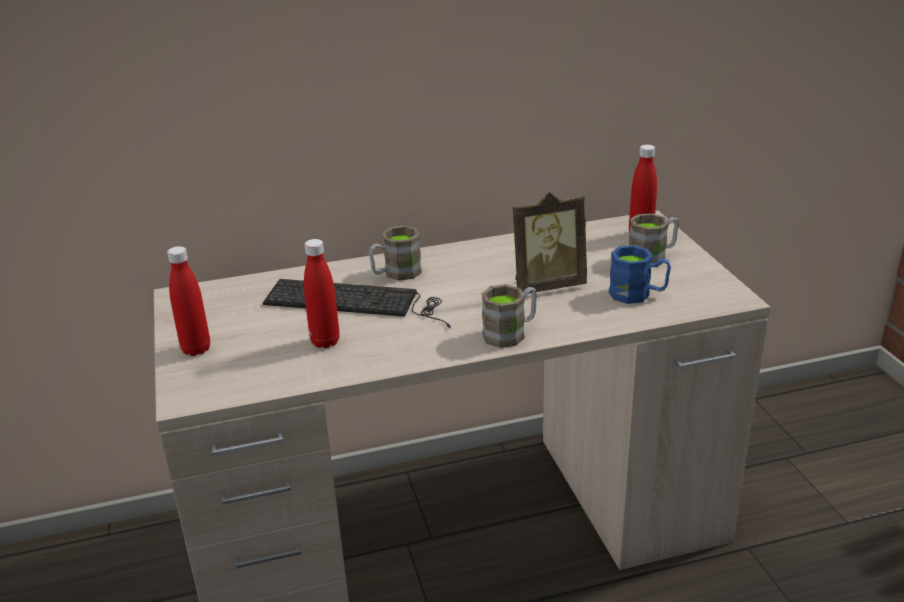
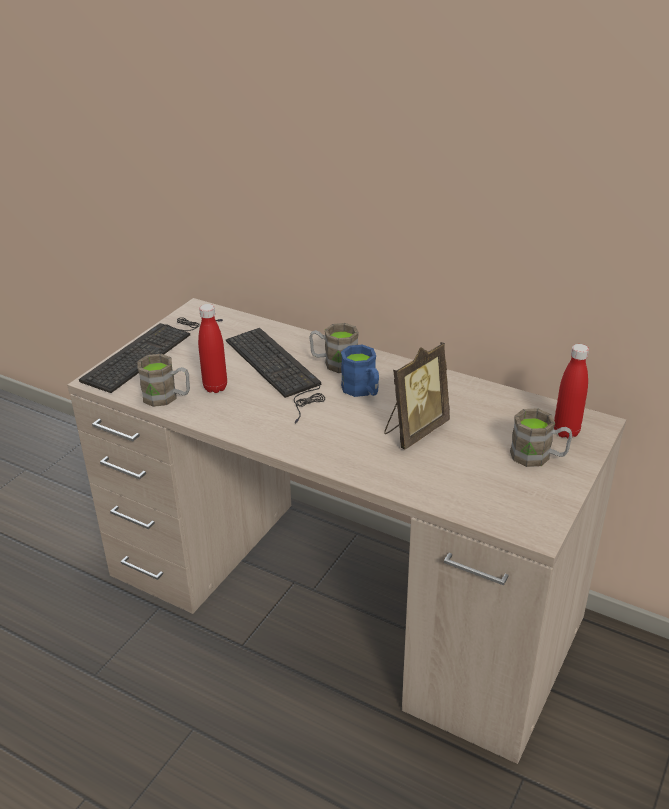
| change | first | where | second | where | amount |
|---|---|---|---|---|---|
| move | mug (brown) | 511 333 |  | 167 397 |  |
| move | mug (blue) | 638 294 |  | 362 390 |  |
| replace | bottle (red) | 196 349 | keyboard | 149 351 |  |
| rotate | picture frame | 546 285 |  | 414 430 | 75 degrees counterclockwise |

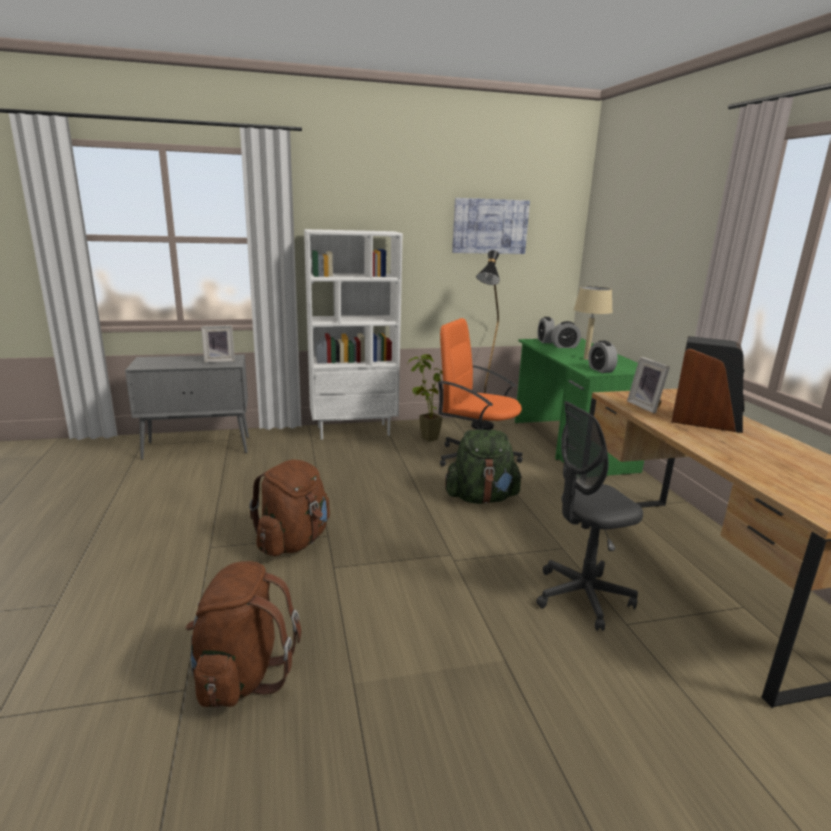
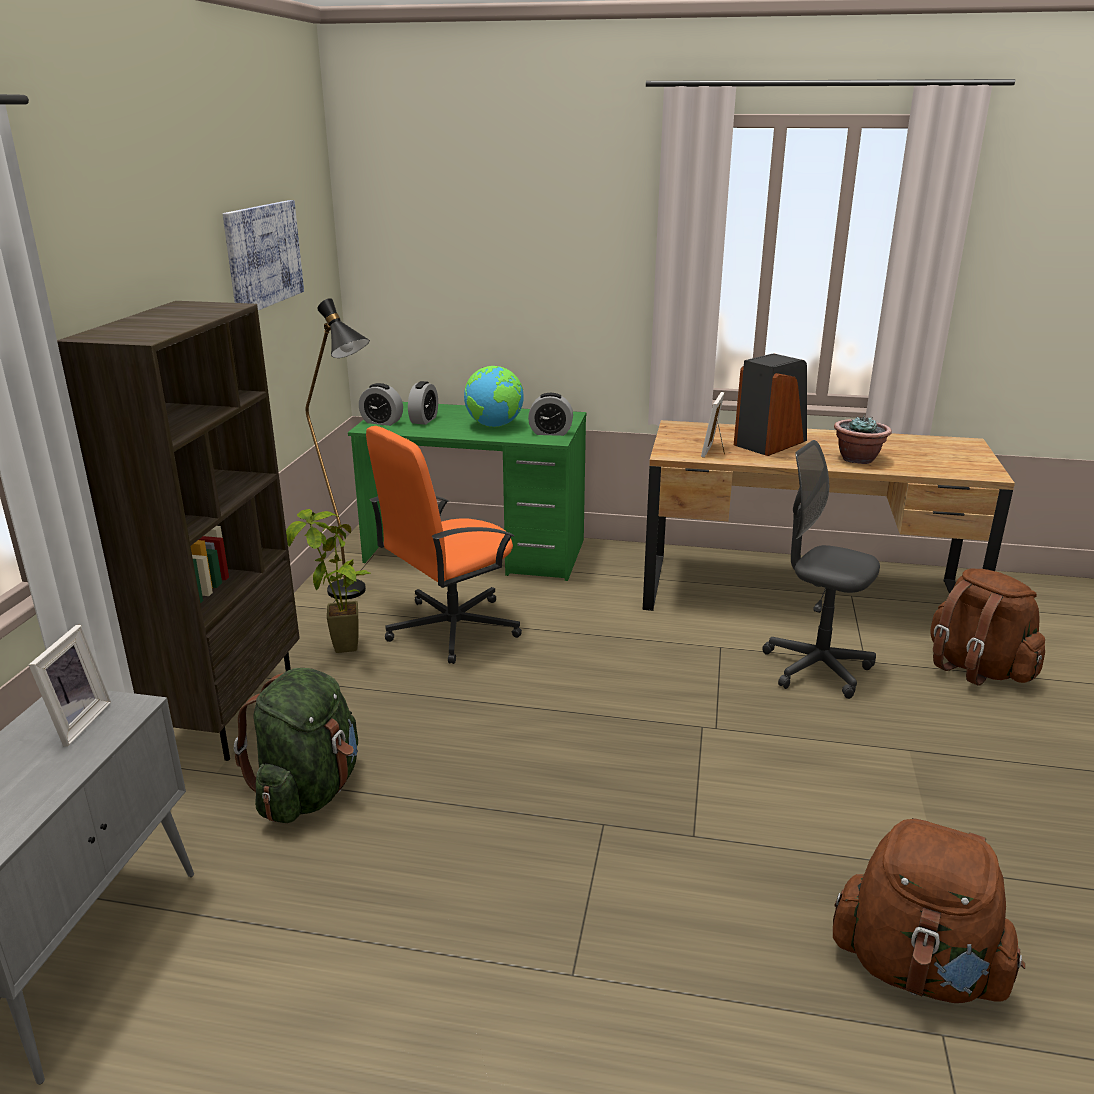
| change | first | where | second | where | amount |
|---|---|---|---|---|---|
| insert |  |  | potted plant | 857 459 |  |
| move | backpack (brown) | 293 542 |  | 977 668 |  |
| move | backpack (green) | 481 498 |  | 309 791 |  |
| replace | table lamp (beige) | 586 359 | globe | 495 426 |  |
| recolor | bookcase (white) | 354 431 | bookcase (brown) | 230 713 |  |
| rotate | office chair (grey) | 582 597 |  | 816 668 | 120 degrees clockwise |
| rotate | picture frame | 646 406 |  | 715 451 | 105 degrees clockwise |

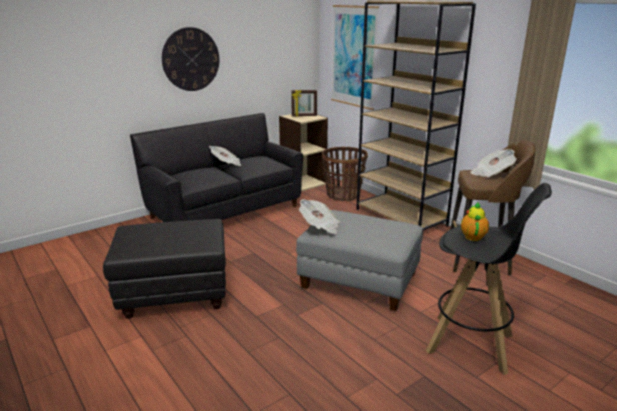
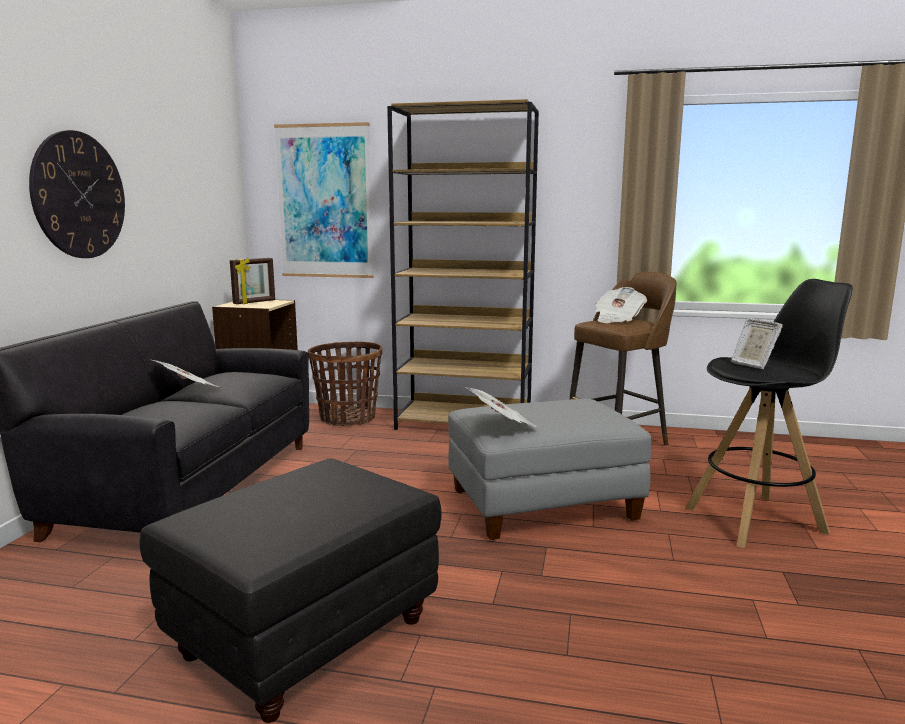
| change | first | where | second | where | amount |
|---|---|---|---|---|---|
| replace | teapot | 472 236 | picture frame | 752 365 |  |

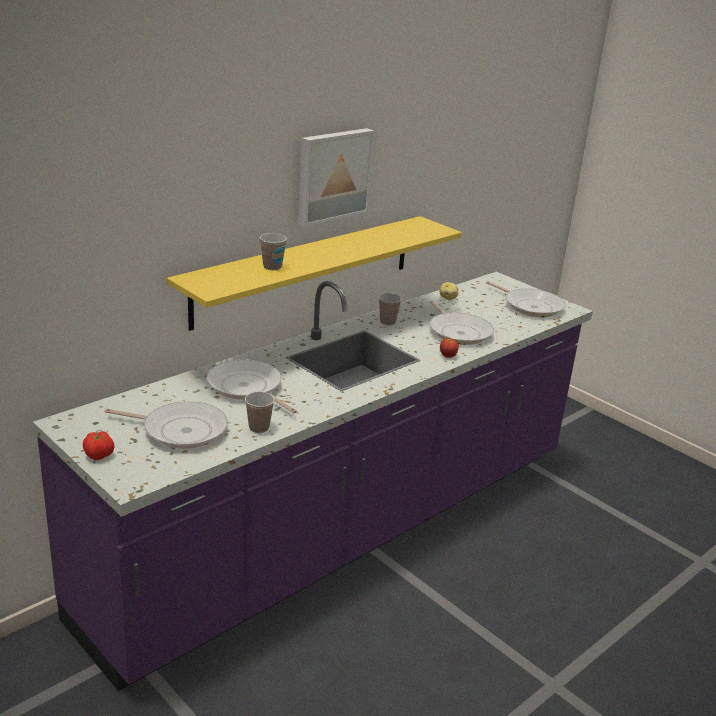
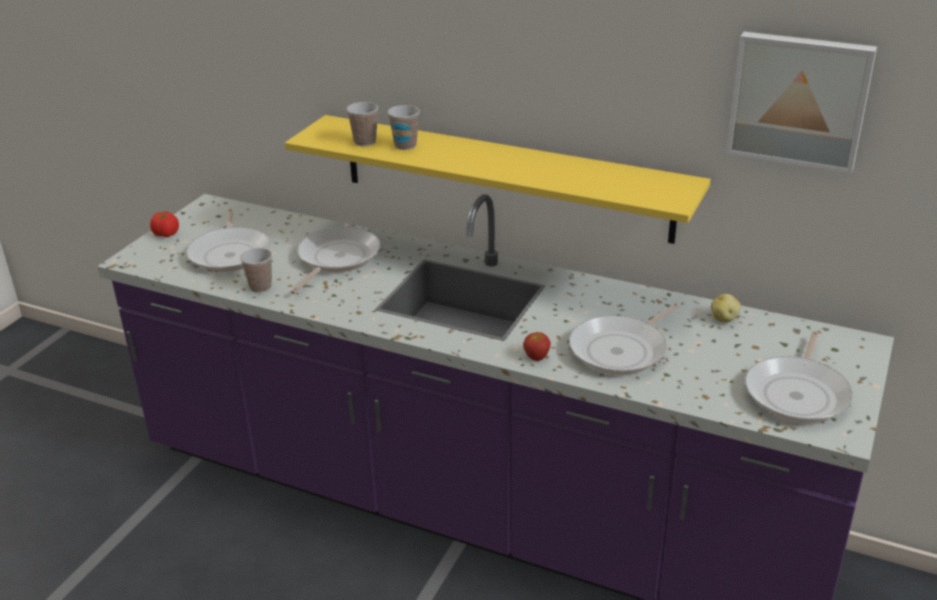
| change | first | where | second | where | amount |
|---|---|---|---|---|---|
| move | picture | 332 175 |  | 799 100 |  |
| move | cup | 387 322 |  | 365 142 |  |

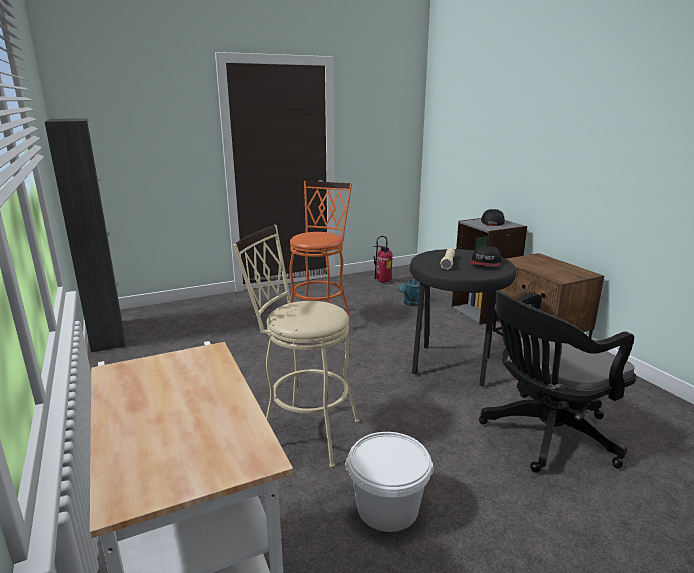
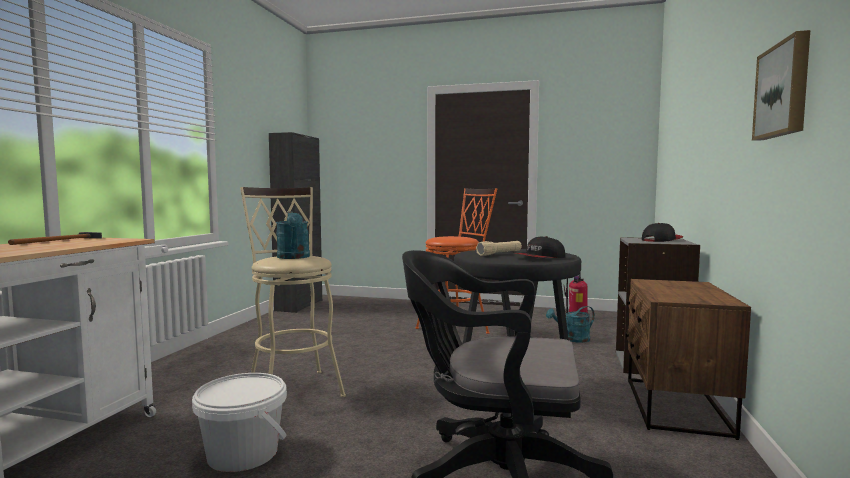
| change | first | where | second | where | amount |
|---|---|---|---|---|---|
| insert |  |  | hammer | 60 240 |  |
| insert |  |  | watering can (turquoise) | 294 257 |  |
| insert |  |  | picture | 784 90 |  |

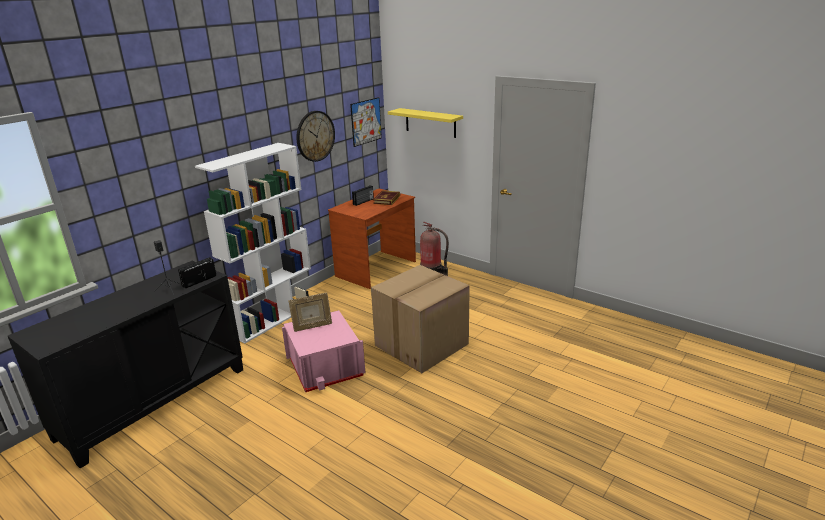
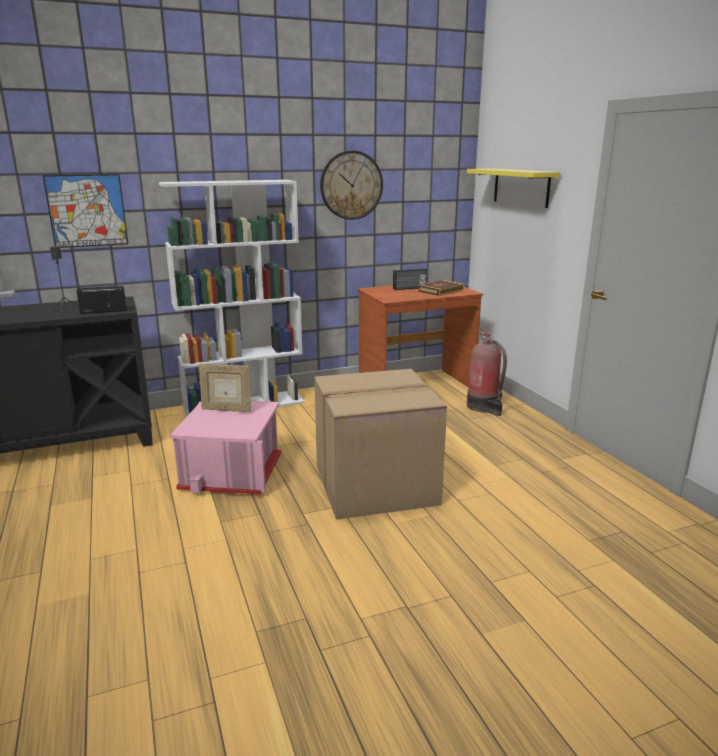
| change | first | where | second | where | amount |
|---|---|---|---|---|---|
| move | picture | 366 121 |  | 87 211 |  |

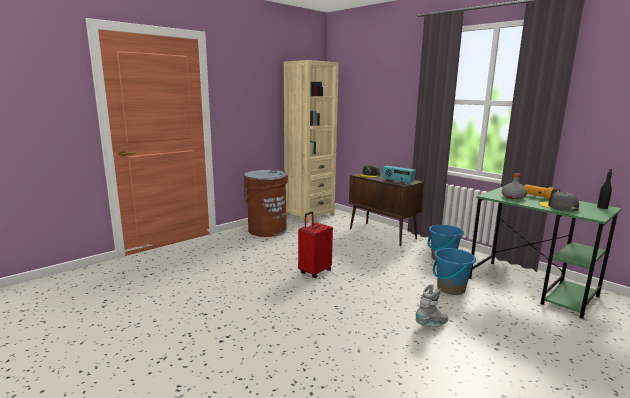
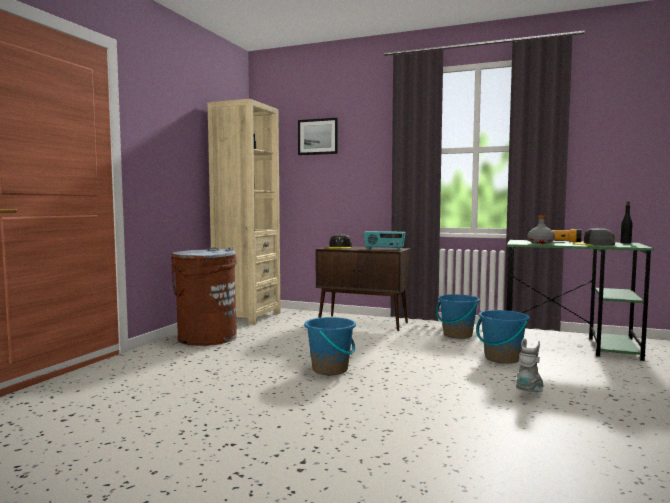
| change | first | where | second | where | amount |
|---|---|---|---|---|---|
| insert |  |  | picture | 318 136 |  |
| replace | suitcase (red) | 314 272 | bucket (blue) | 330 369 |  |

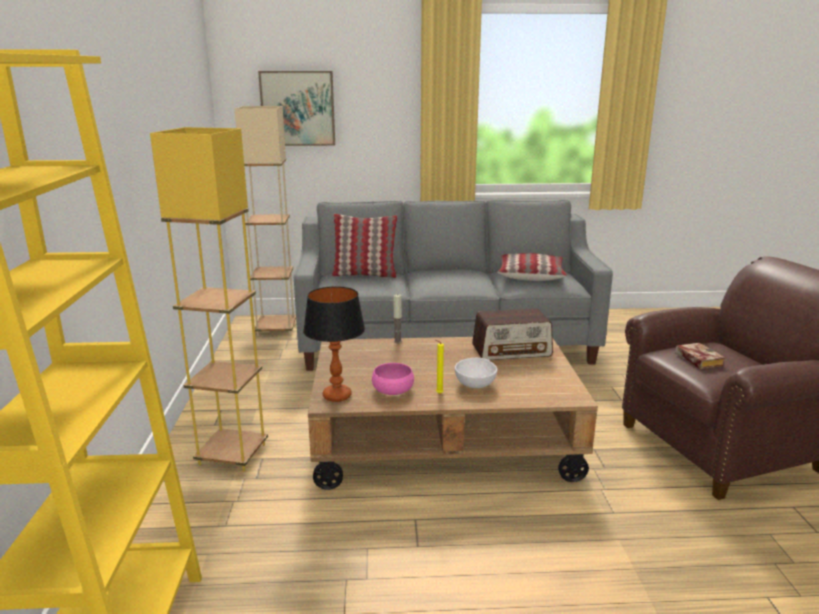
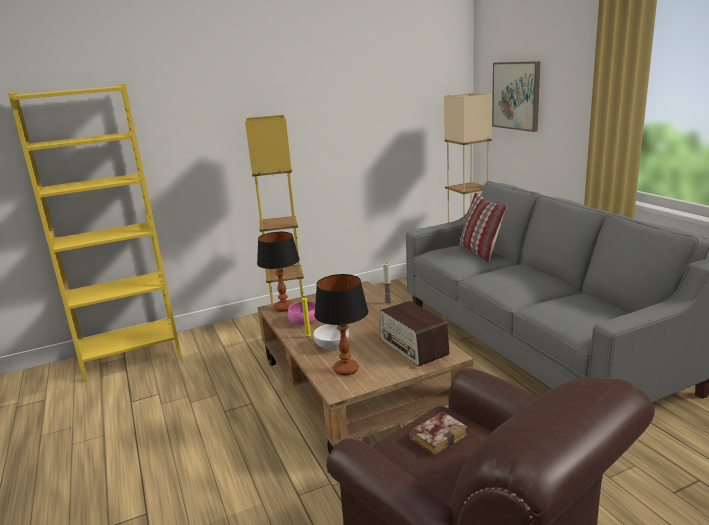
| change | first | where | second | where | amount |
|---|---|---|---|---|---|
| delete | pillow | 530 275 |  |  |  |
| insert |  |  | table lamp | 346 370 |  |

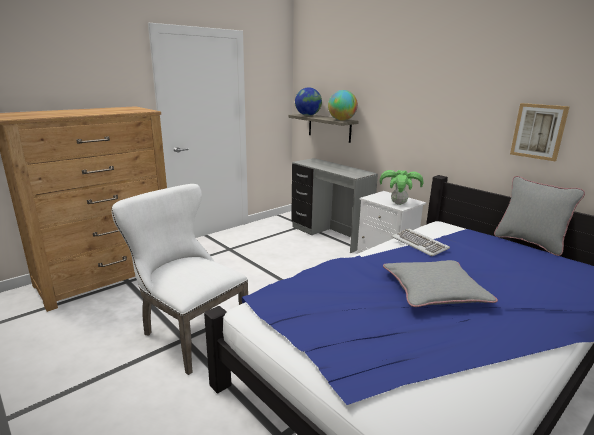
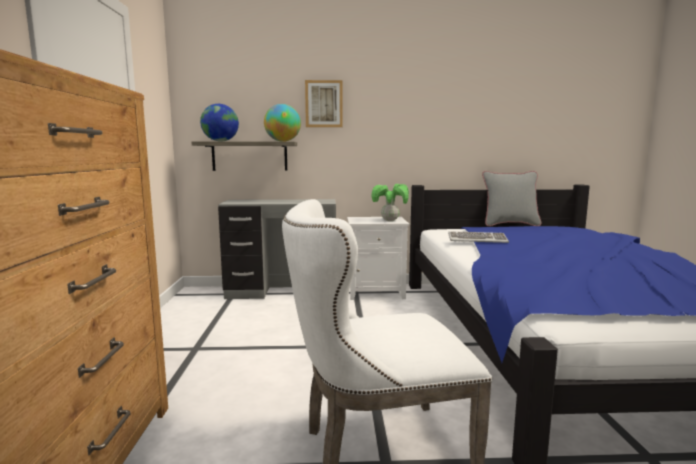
| change | first | where | second | where | amount |
|---|---|---|---|---|---|
| delete | pillow (grey) | 434 290 |  |  |  |
| move | picture | 538 131 |  | 324 104 |  |

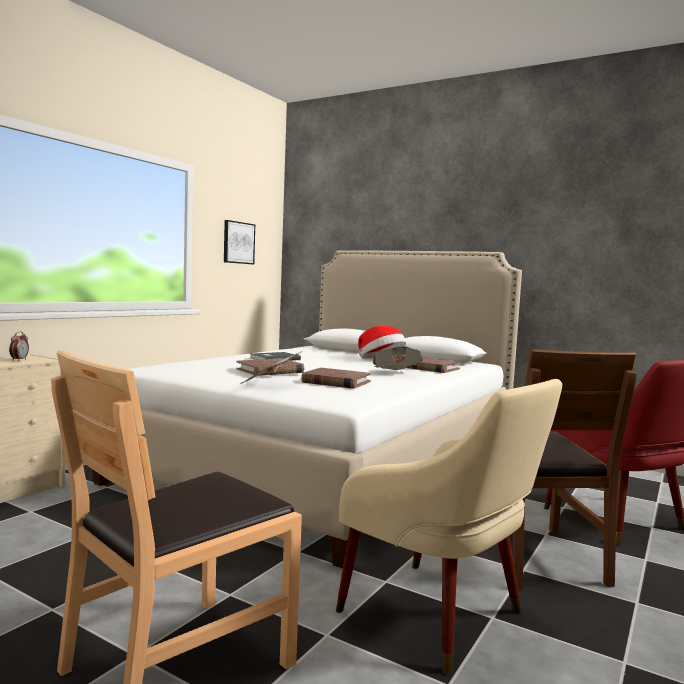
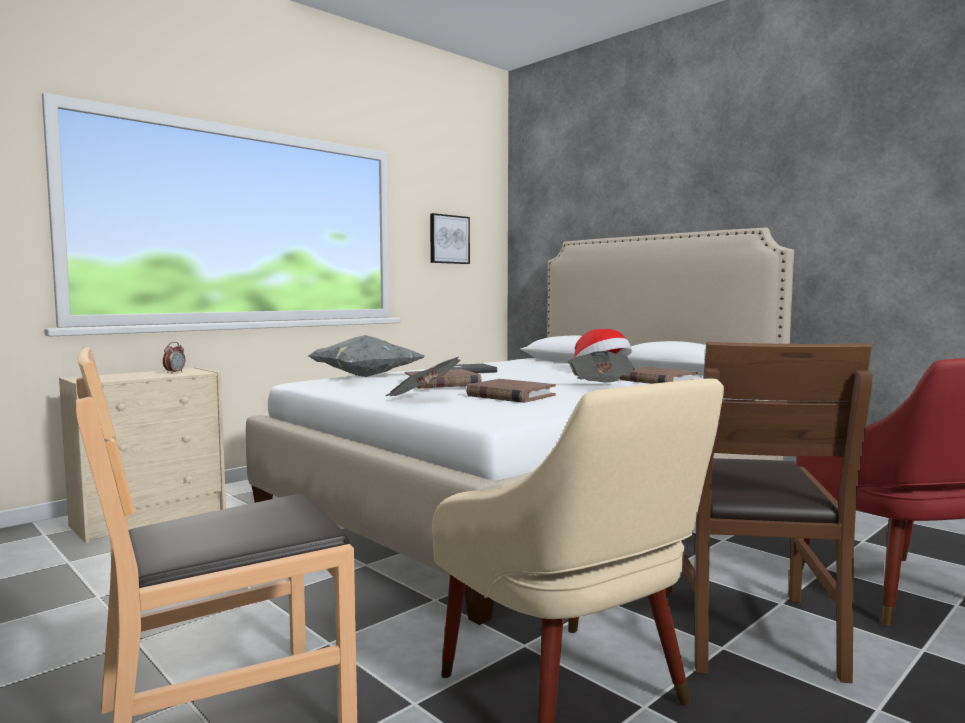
| change | first | where | second | where | amount |
|---|---|---|---|---|---|
| insert |  |  | pillow (grey) | 364 376 |  |

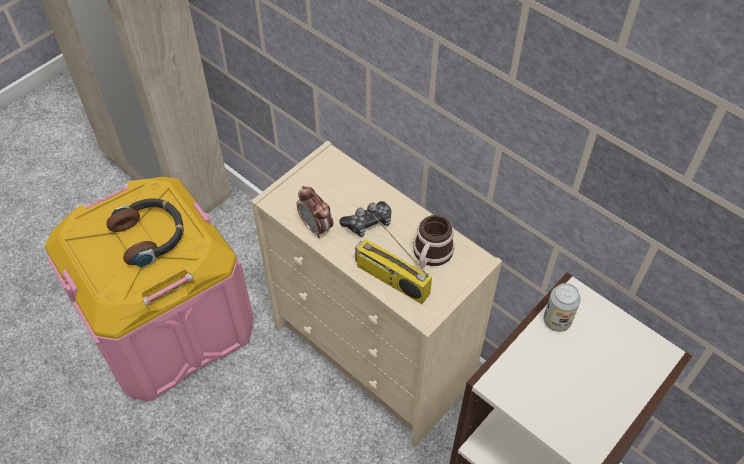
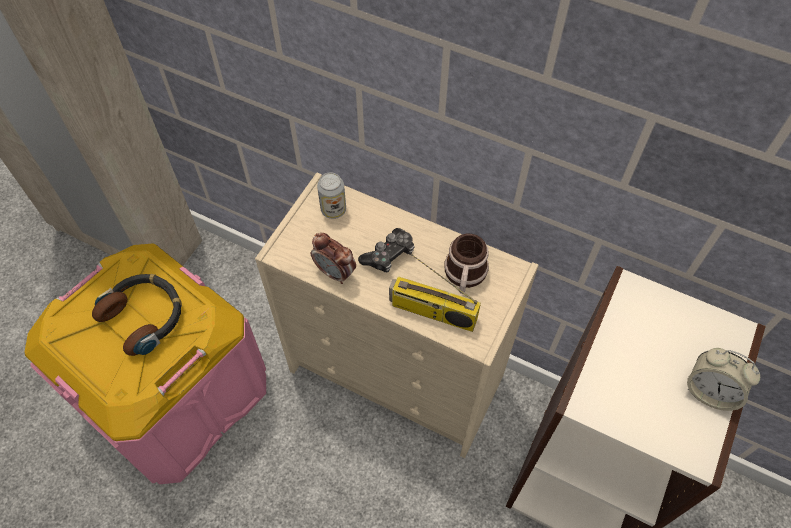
| change | first | where | second | where | amount |
|---|---|---|---|---|---|
| insert |  |  | alarm clock | 709 391 |  |
| move | can | 556 321 |  | 333 210 |  |

